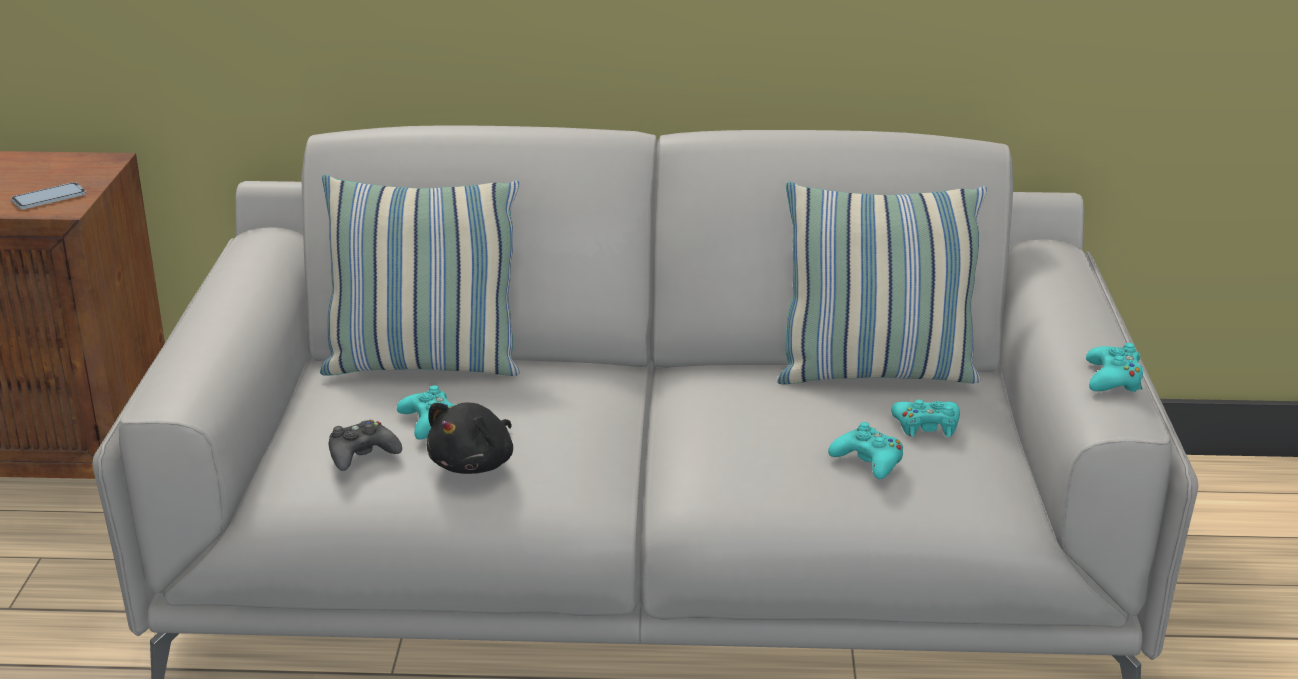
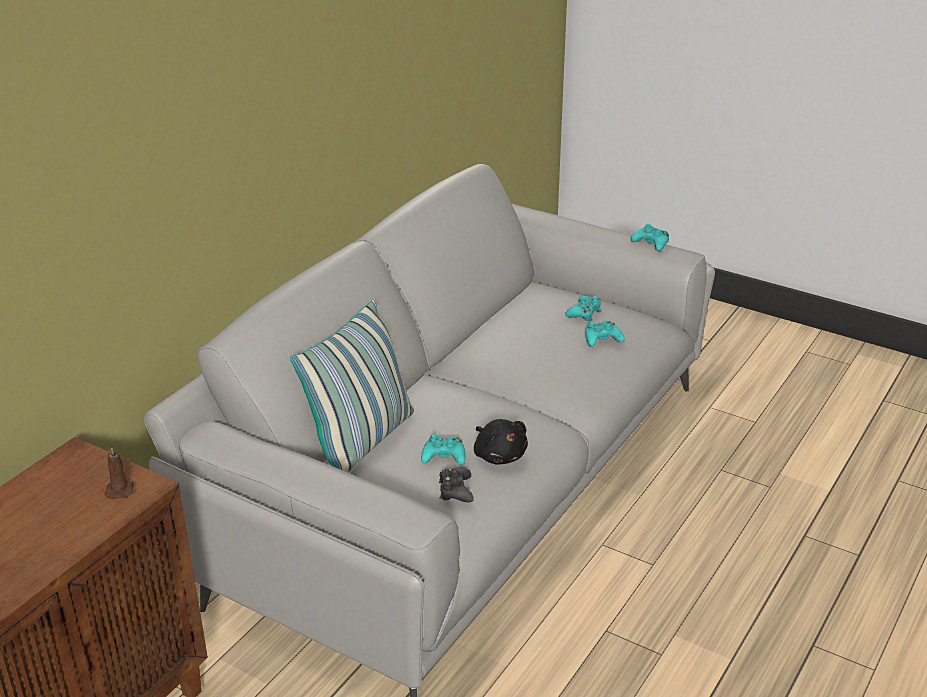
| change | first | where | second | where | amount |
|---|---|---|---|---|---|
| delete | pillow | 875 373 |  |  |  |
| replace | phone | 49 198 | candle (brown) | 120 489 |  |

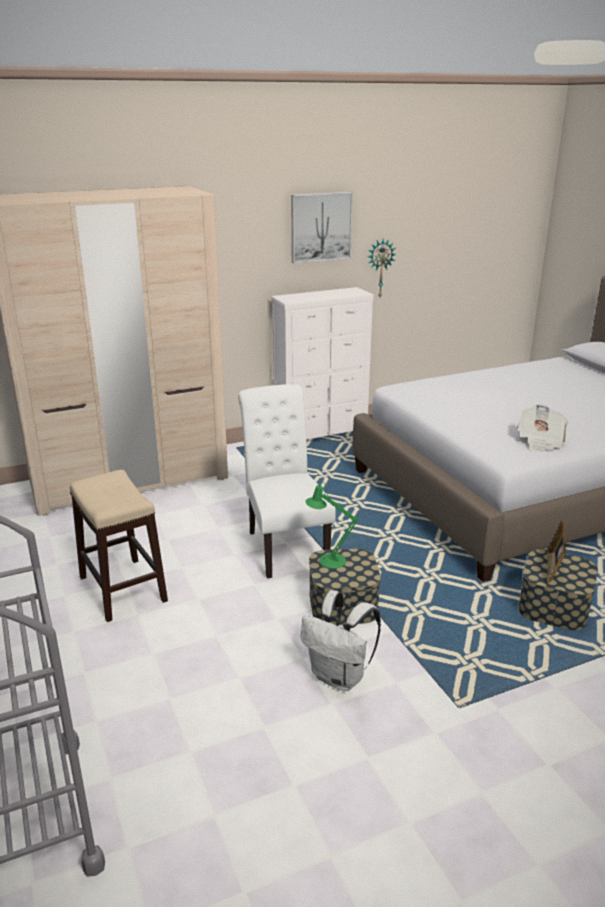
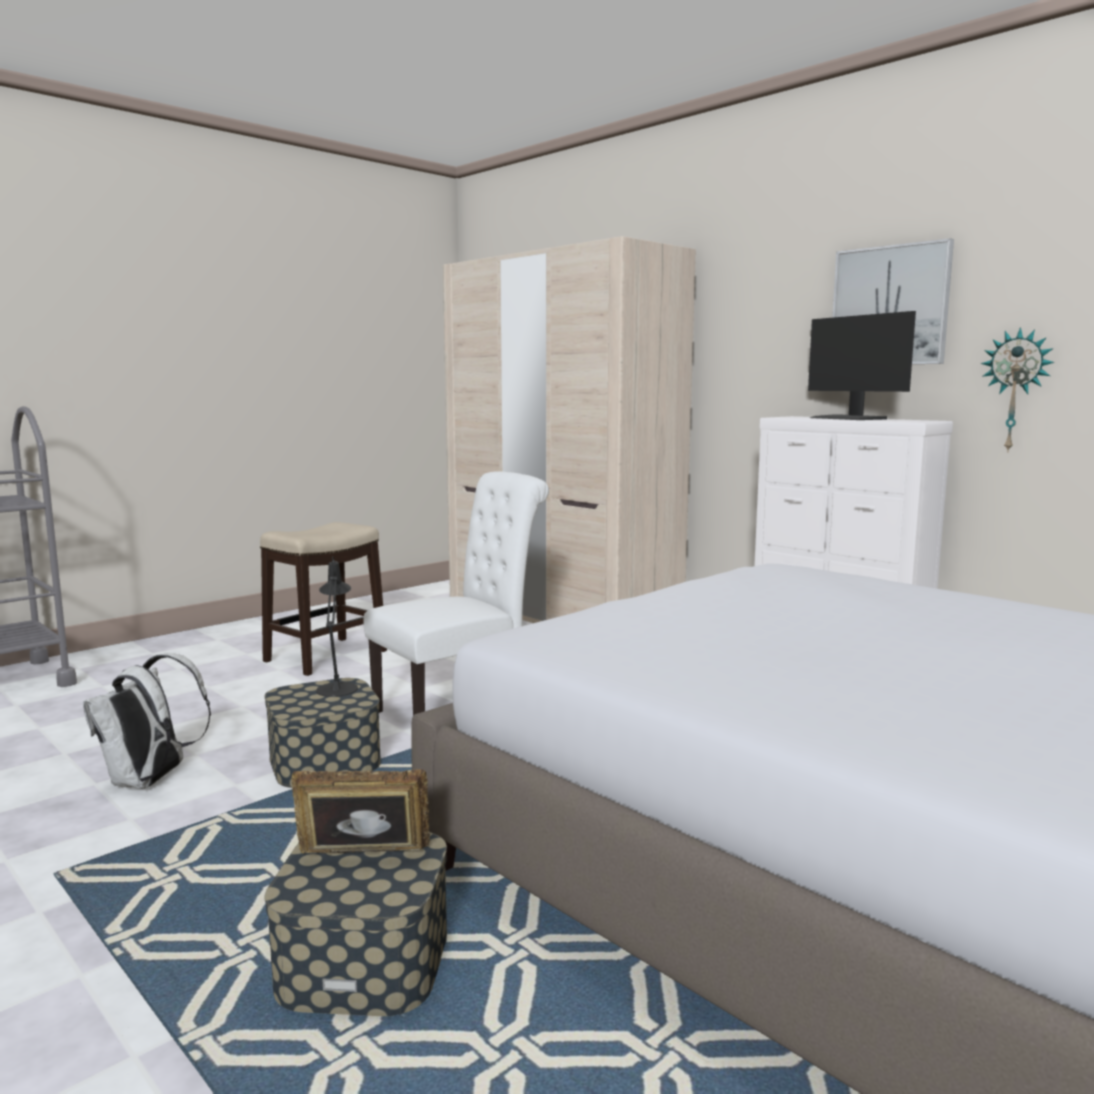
| change | first | where | second | where | amount |
|---|---|---|---|---|---|
| delete | newspaper | 540 441 |  |  |  |
| insert |  |  | monitor | 848 418 |  |
| recolor | table lamp (green) | 328 560 | table lamp (black) | 337 687 |  |

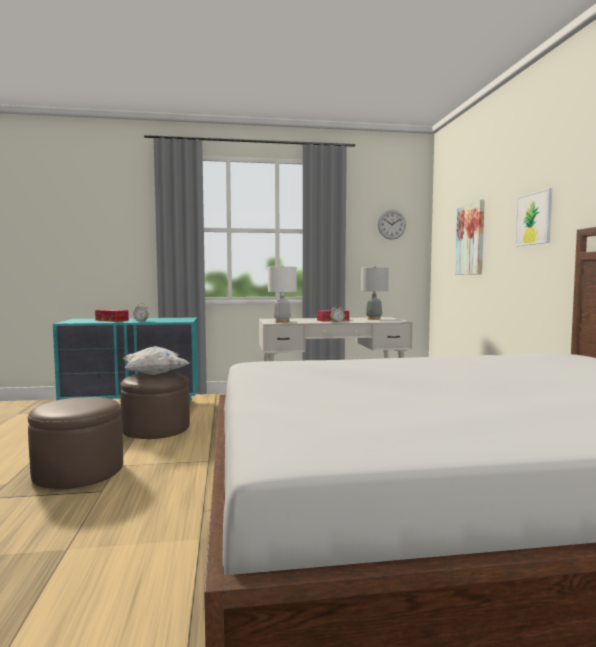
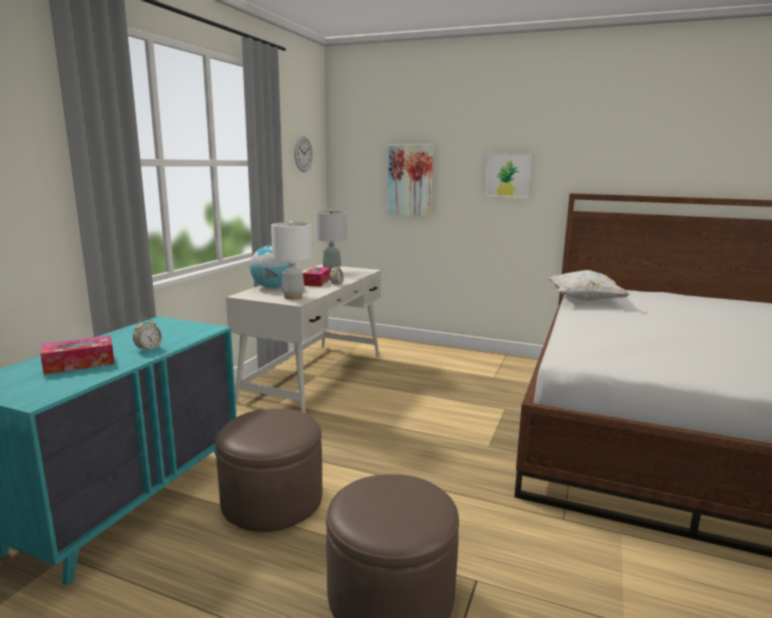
| change | first | where | second | where | amount |
|---|---|---|---|---|---|
| insert |  |  | globe | 272 287 |  |
| move | pillow (white) | 154 374 |  | 584 300 |  |

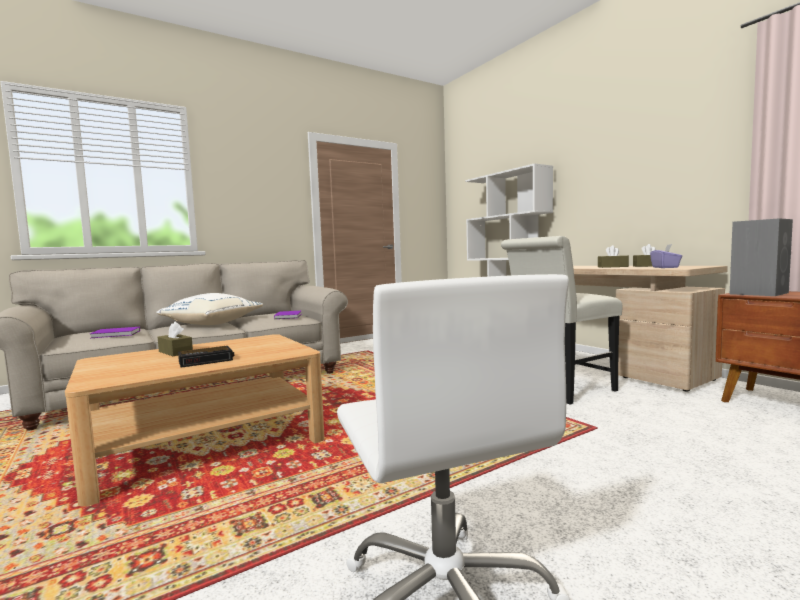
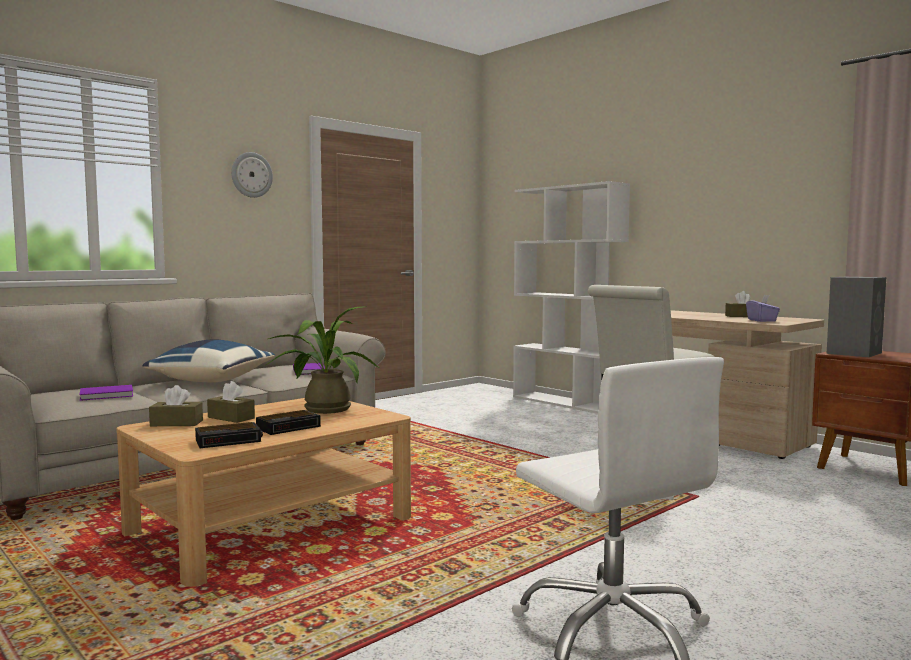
| change | first | where | second | where | amount |
|---|---|---|---|---|---|
| insert |  |  | alarm clock | 229 440 |  |
| insert |  |  | wall clock | 251 175 |  |
| insert |  |  | potted plant | 322 409 |  |
| move | tissue box (brown) | 612 267 |  | 176 423 |  |
| recolor | pillow (white) | 212 324 | pillow (blue) | 211 381 |  |

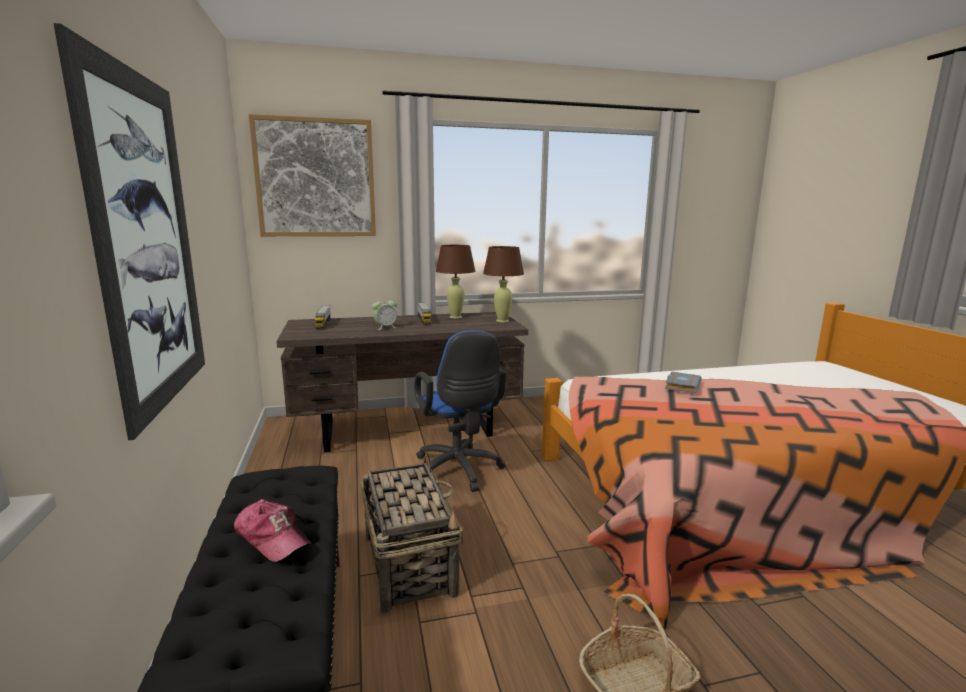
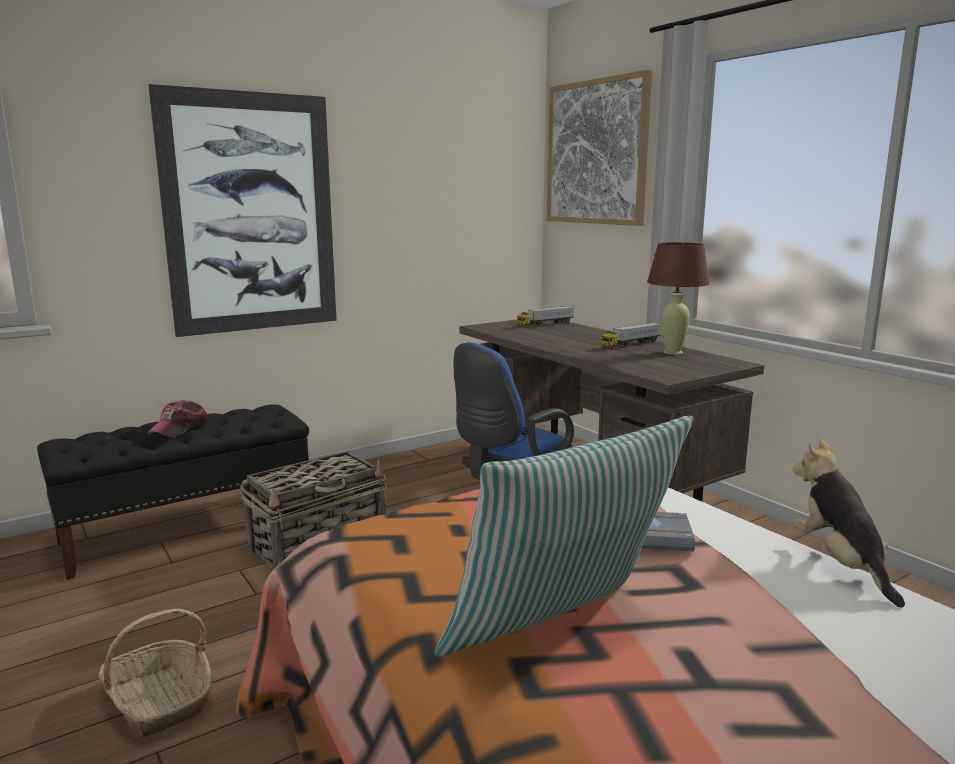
| change | first | where | second | where | amount |
|---|---|---|---|---|---|
| delete | alarm clock | 385 327 |  |  |  |
| delete | table lamp (brown) | 502 321 |  |  |  |
| insert |  |  | pillow | 561 638 |  |
| insert |  |  | plush toy | 840 564 |  |

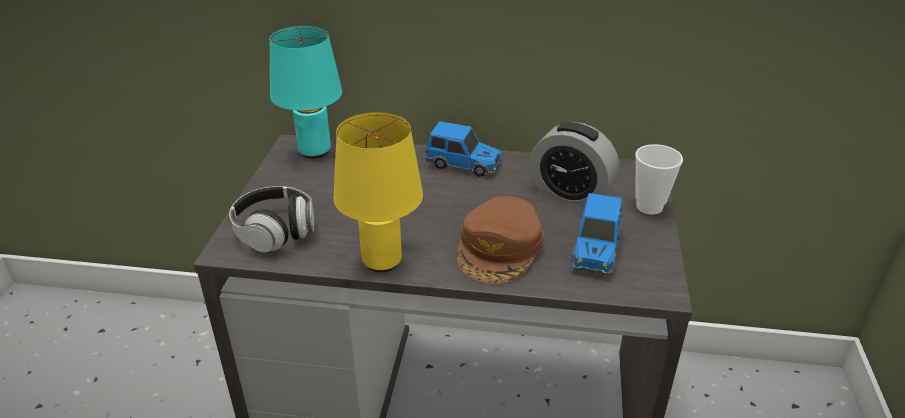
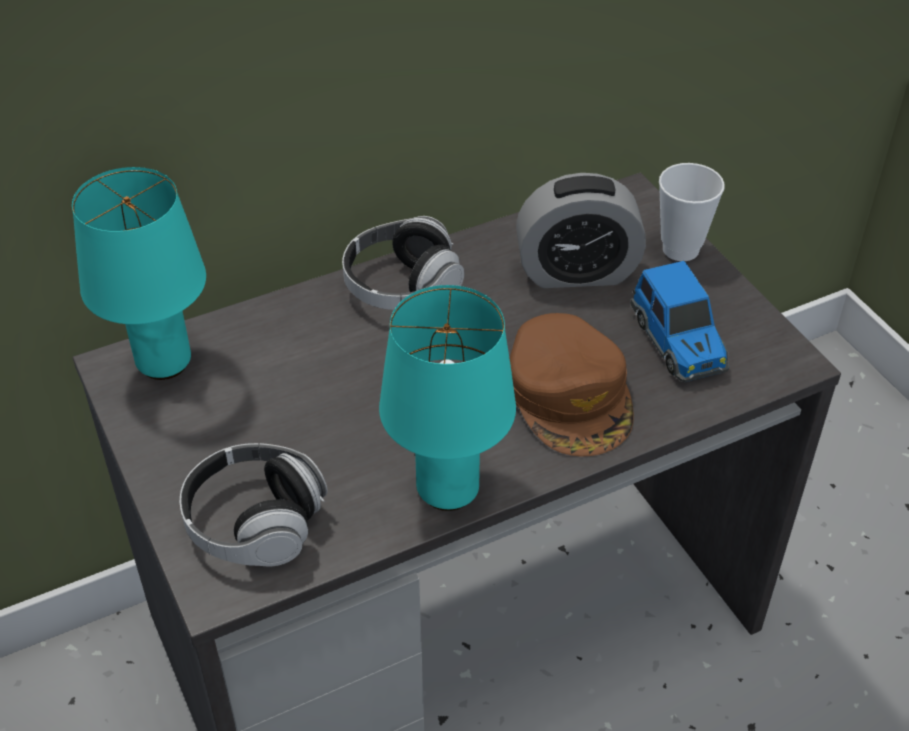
| change | first | where | second | where | amount |
|---|---|---|---|---|---|
| replace | toy car | 464 164 | headphones | 402 287 |  |
| recolor | table lamp (yellow) | 381 260 | table lamp (turquoise) | 446 490 |  |

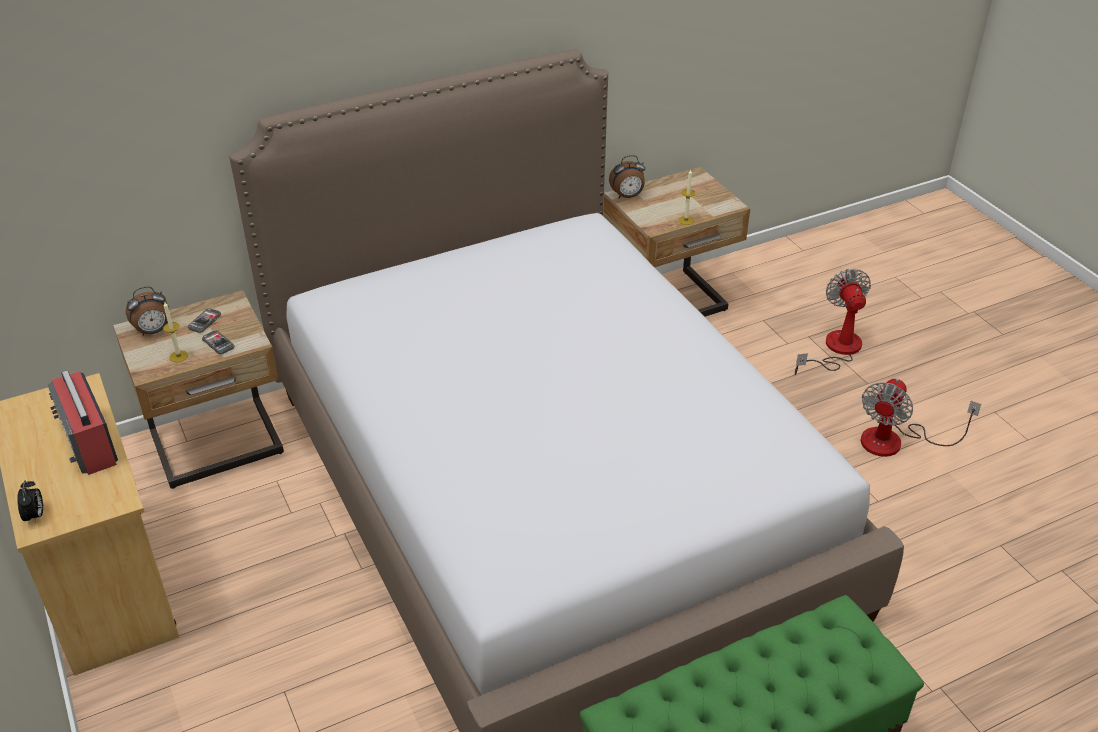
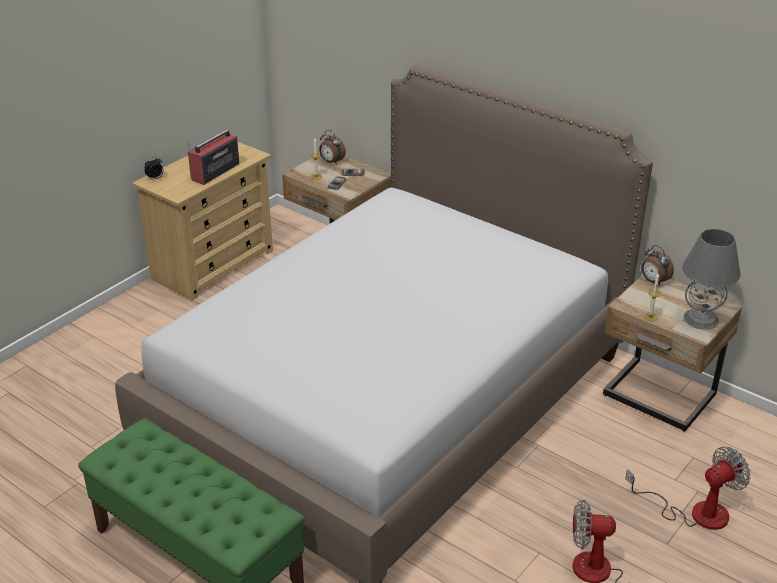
| change | first | where | second | where | amount |
|---|---|---|---|---|---|
| insert |  |  | table lamp (grey) | 700 319 |  |

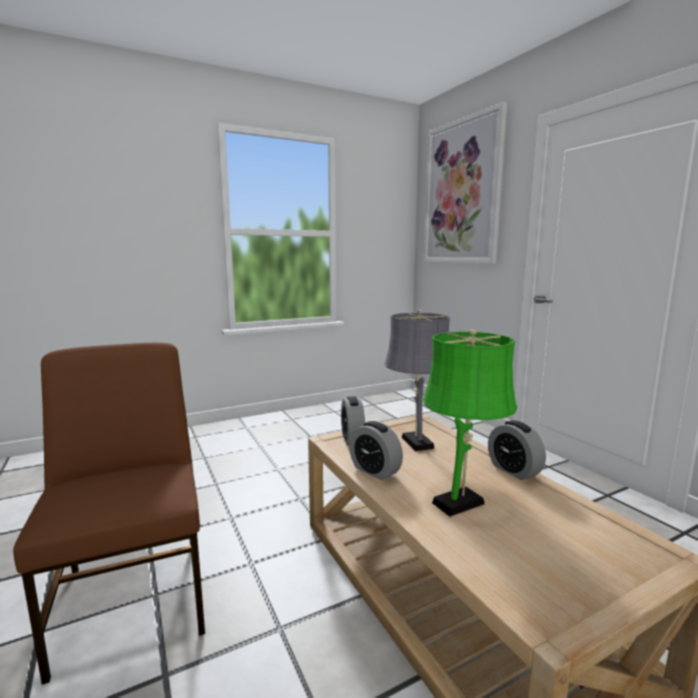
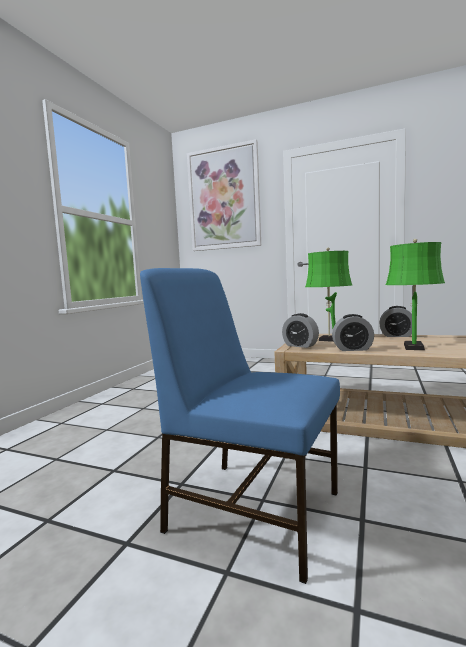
| change | first | where | second | where | amount |
|---|---|---|---|---|---|
| recolor | chair (brown) | 135 596 | chair (blue) | 251 509 |  |
| recolor | table lamp (grey) | 416 441 | table lamp (green) | 329 340 |  |

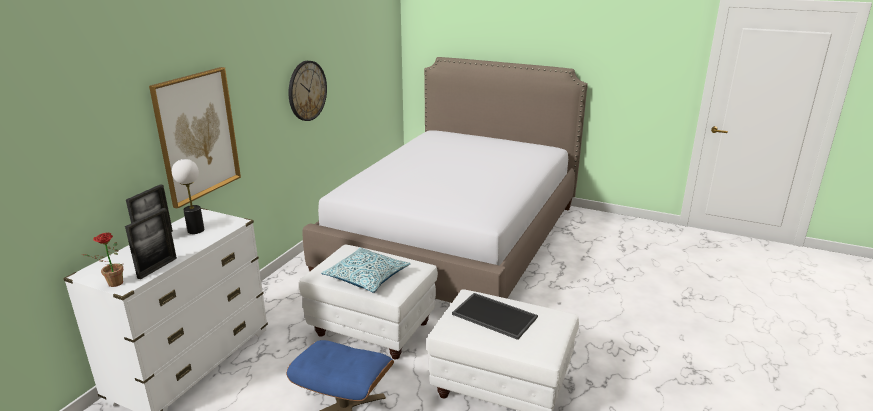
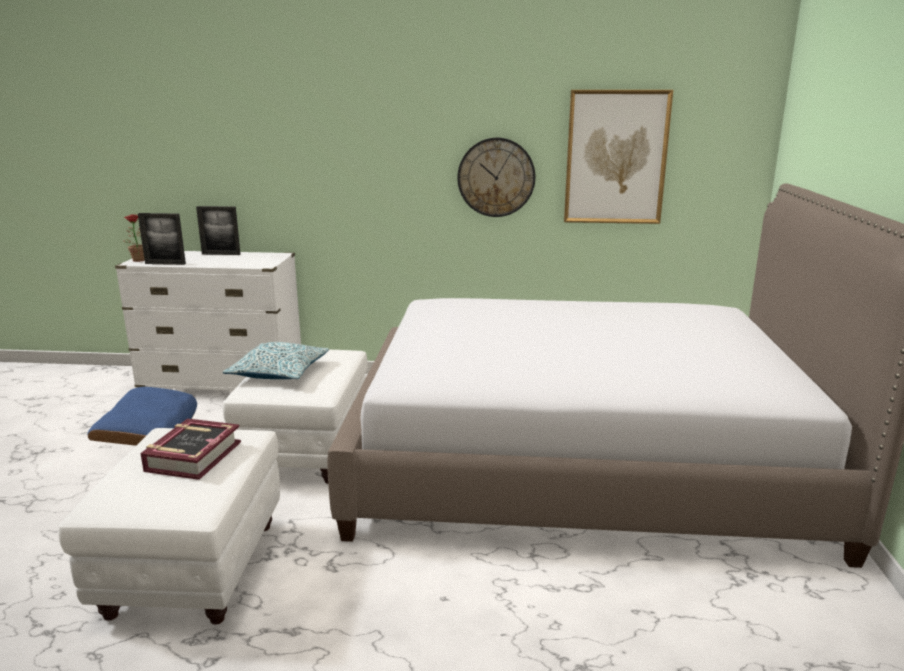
| change | first | where | second | where | amount |
|---|---|---|---|---|---|
| delete | table lamp | 195 230 |  |  |  |
| move | picture | 197 135 |  | 616 157 |  |
| replace | tray | 493 316 | book | 193 456 |  |

